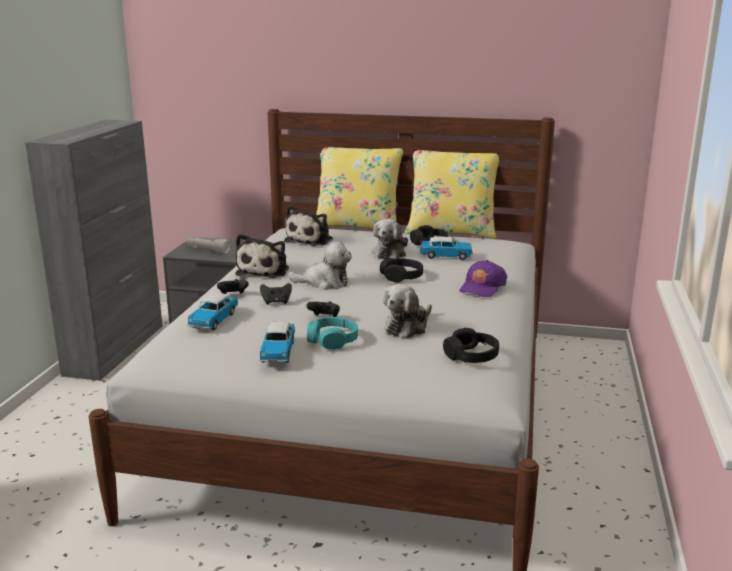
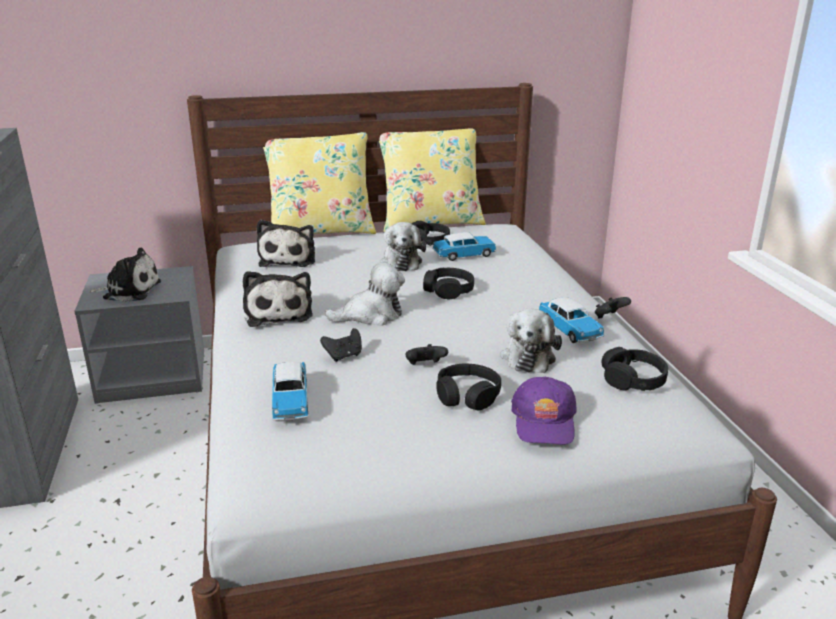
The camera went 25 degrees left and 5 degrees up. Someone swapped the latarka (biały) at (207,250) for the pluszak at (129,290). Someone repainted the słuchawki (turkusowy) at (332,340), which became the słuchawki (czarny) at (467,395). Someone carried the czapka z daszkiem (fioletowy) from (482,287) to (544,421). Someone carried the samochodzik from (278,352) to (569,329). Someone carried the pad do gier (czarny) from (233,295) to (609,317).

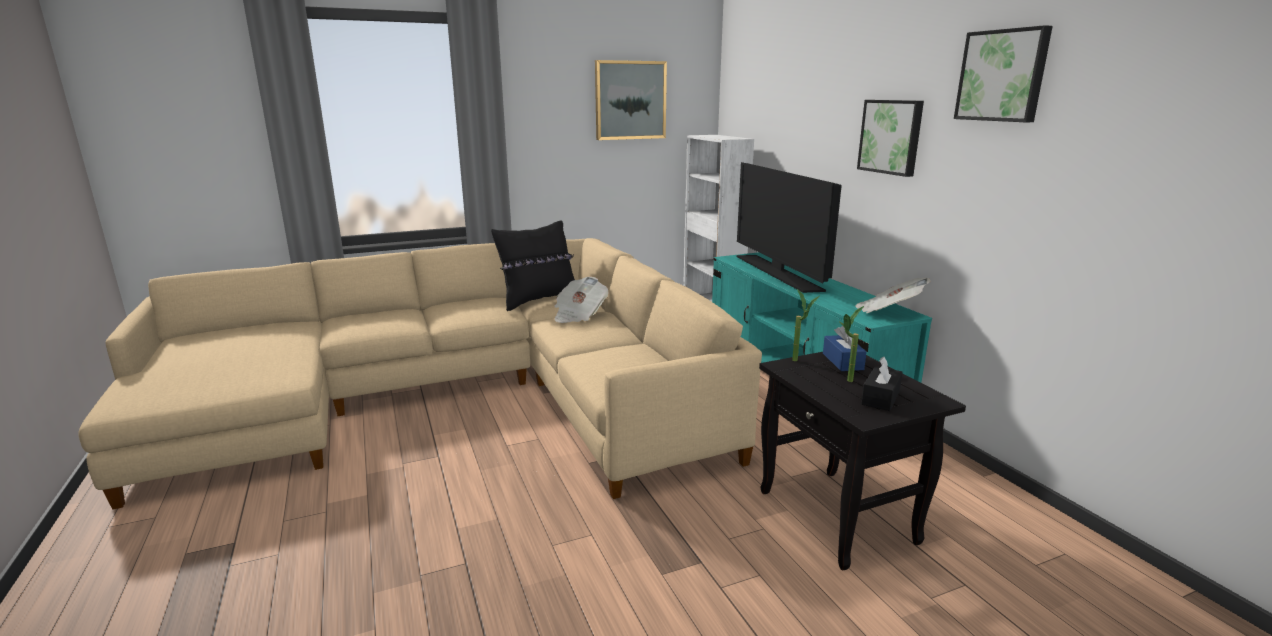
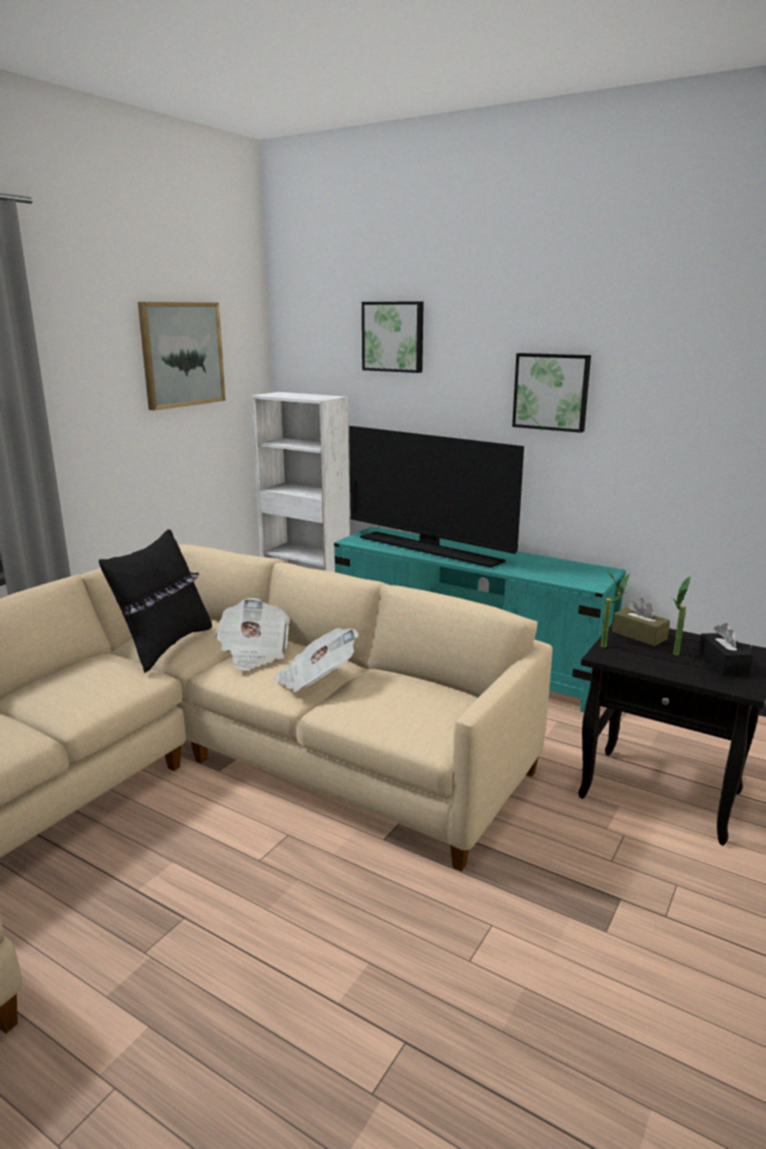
The camera went 35 degrees left and 0 degrees up. Someone carried the gazeta from (888,312) to (316,679). Someone carried the obraz from (1003,76) to (394,336). Someone repainted the pudełko chusteczek (niebieski) at (842,361), which became the pudełko chusteczek (brązowy) at (639,635).

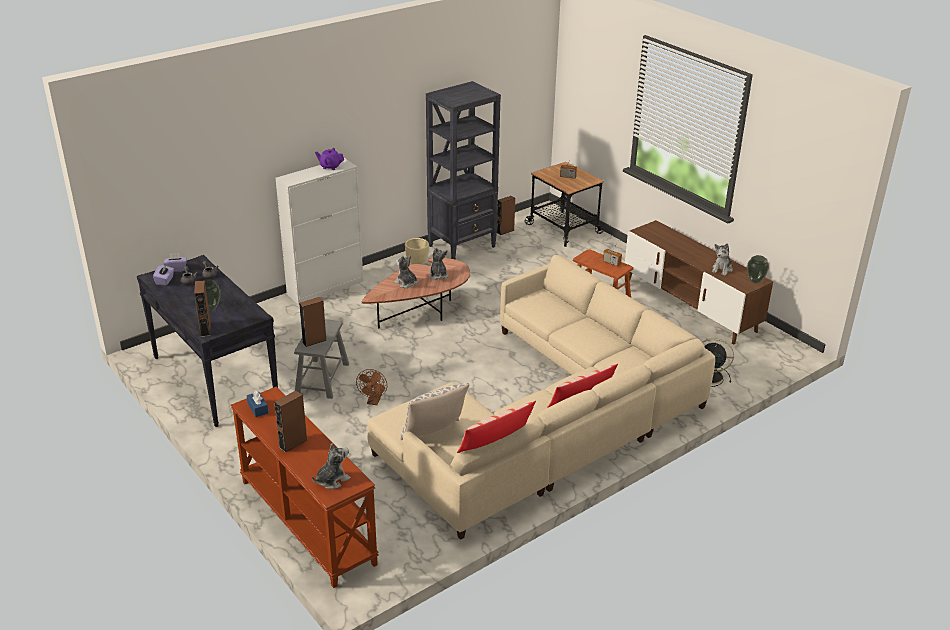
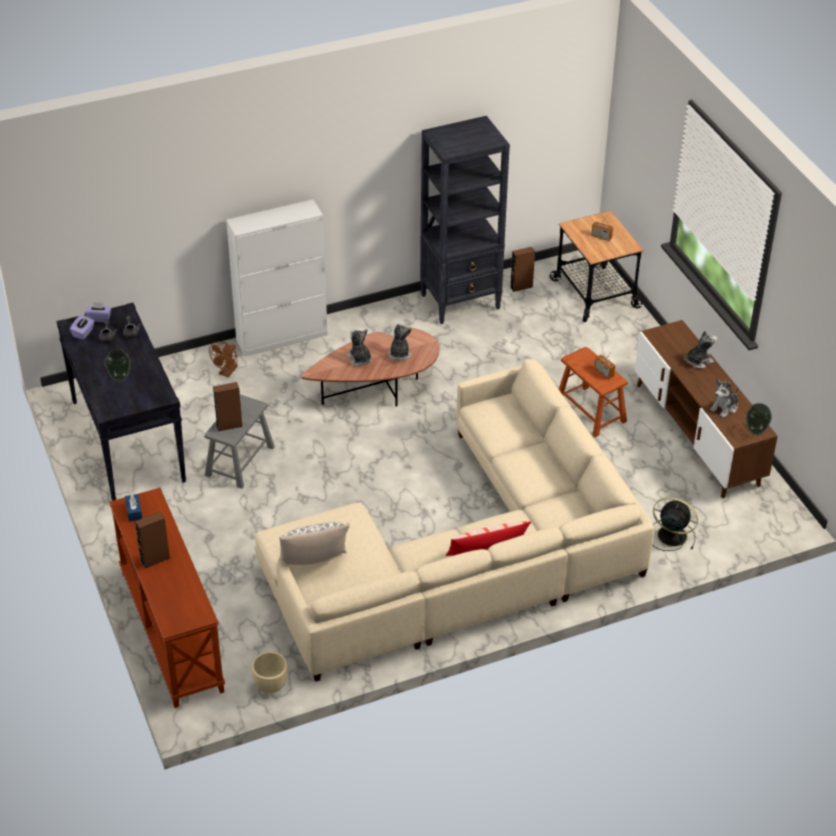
The camera went 15 degrees right and 10 degrees up. Someone carried the wentylator (brązowy) from (374,401) to (227,372). Someone carried the donica (beżowy) from (417,263) to (271,686). Someone carried the pluszak from (332,480) to (698,361). Someone took away the głośnik (brązowy) at (205,329). Someone took away the imbryk (fioletowy) at (330,166). Someone took away the poduszka at (495,441).

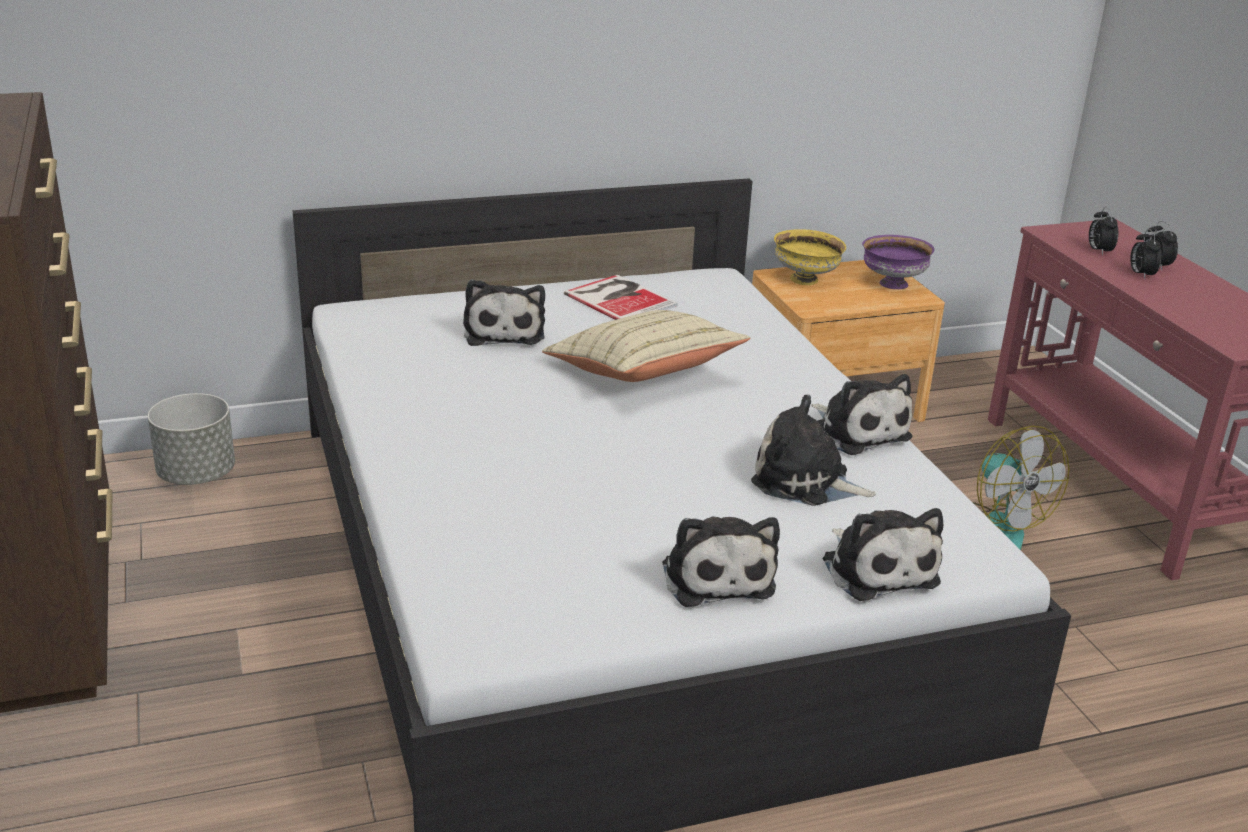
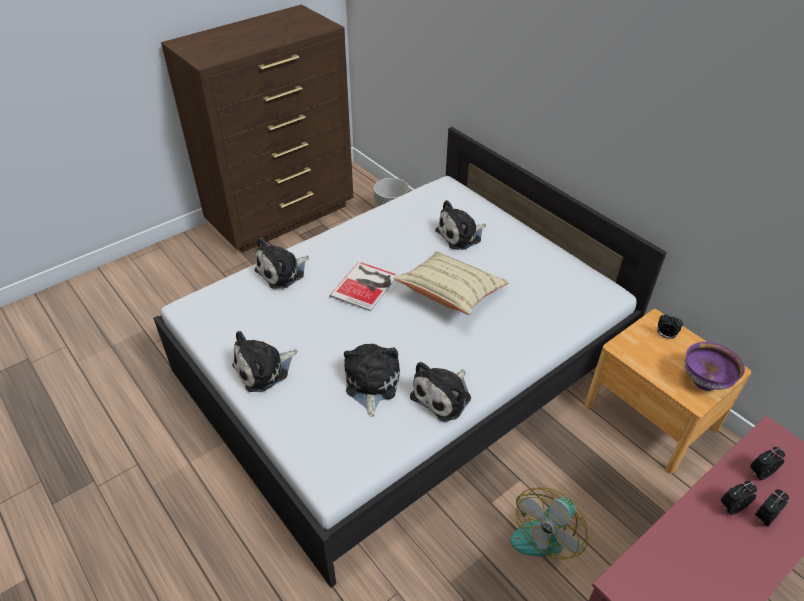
The camera went 70 degrees right and 15 degrees up. Someone carried the pluszak from (877,569) to (282,272). Someone carried the książka from (620,298) to (366,285). Someone swapped the miska (żółty) at (805,279) for the budzik at (665,336).

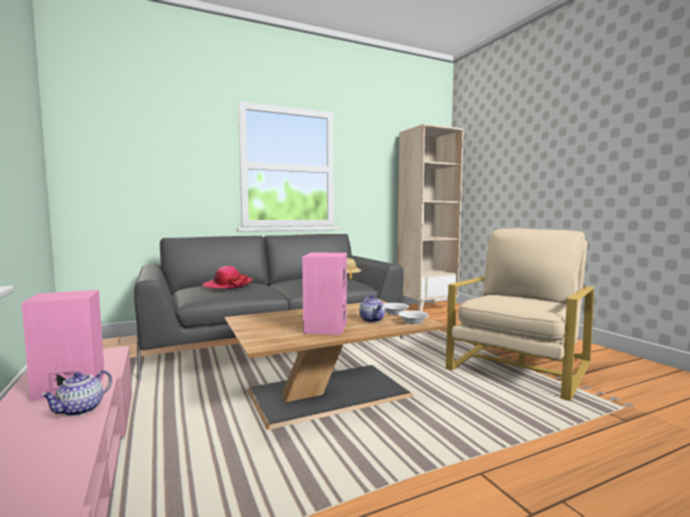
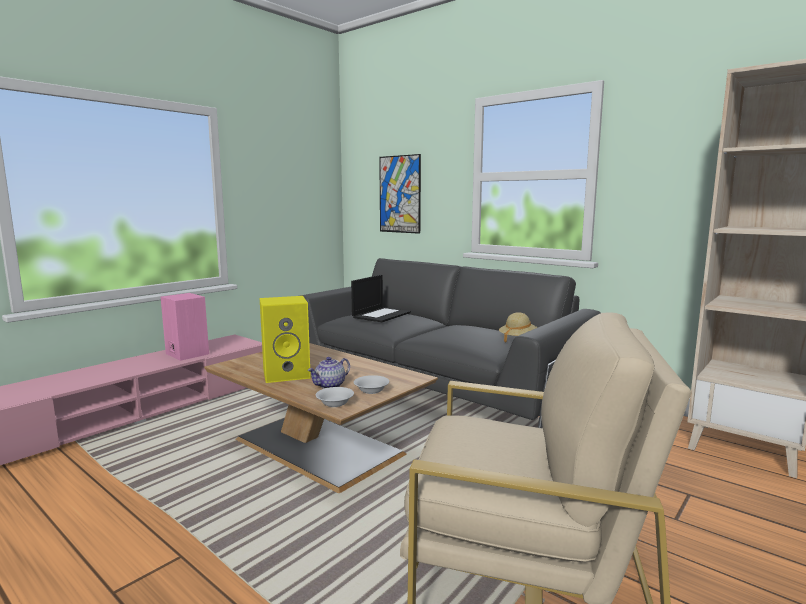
The camera went 65 degrees right and 5 degrees up. Someone repainted the głośnik (różowy) at (325,327), which became the głośnik (żółty) at (287,374). Someone swapped the kapelusz at (227,285) for the laptop at (381,315). Someone put up the obraz at (400,194). Someone took away the imbryk at (80,410).

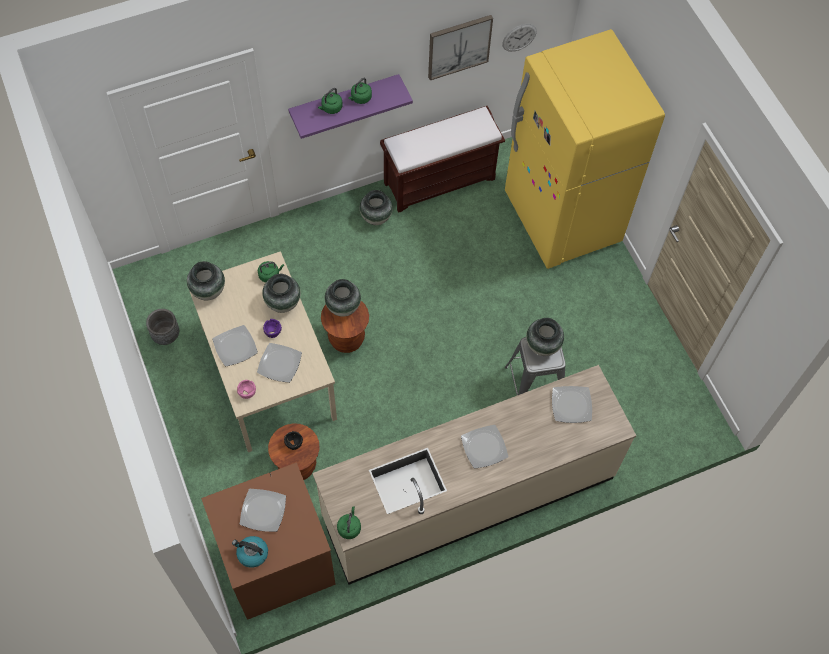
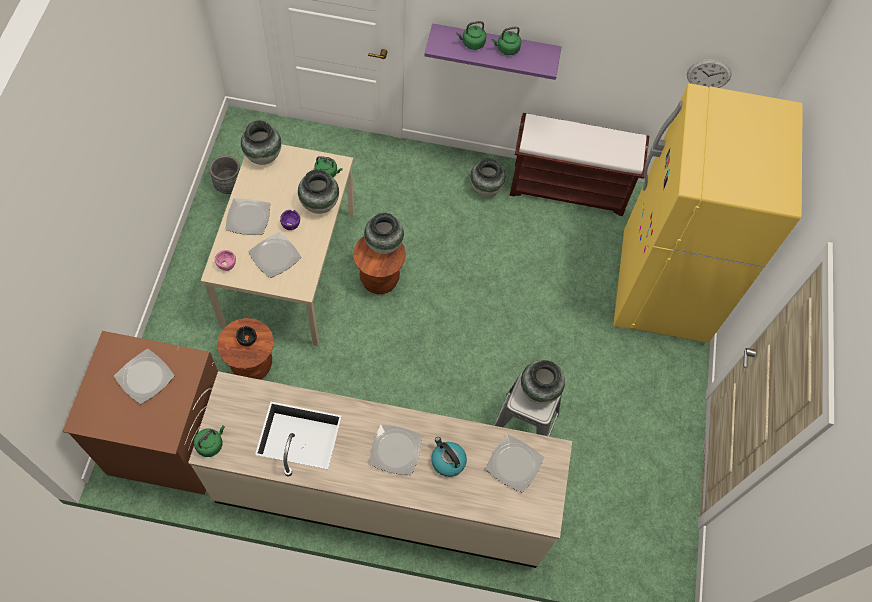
The camera went 30 degrees right and 0 degrees up. Someone carried the czajnik from (252,553) to (447,461). Someone took away the obraz at (459,46).

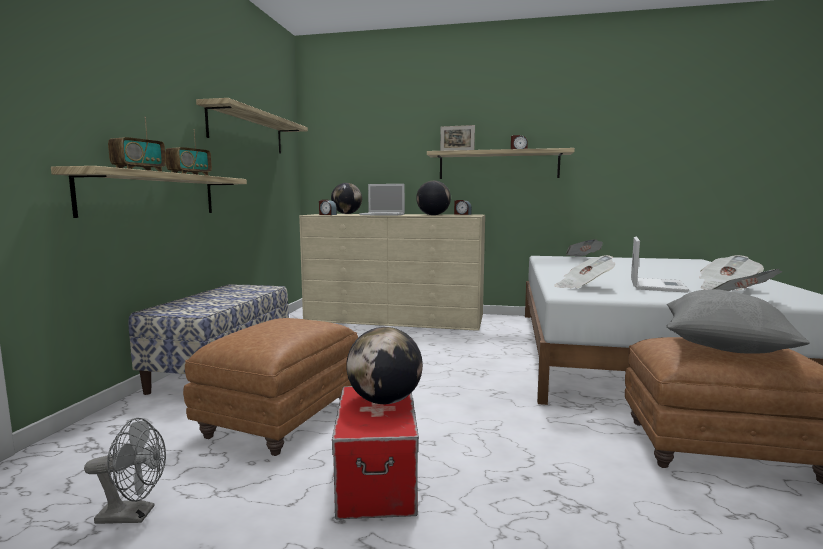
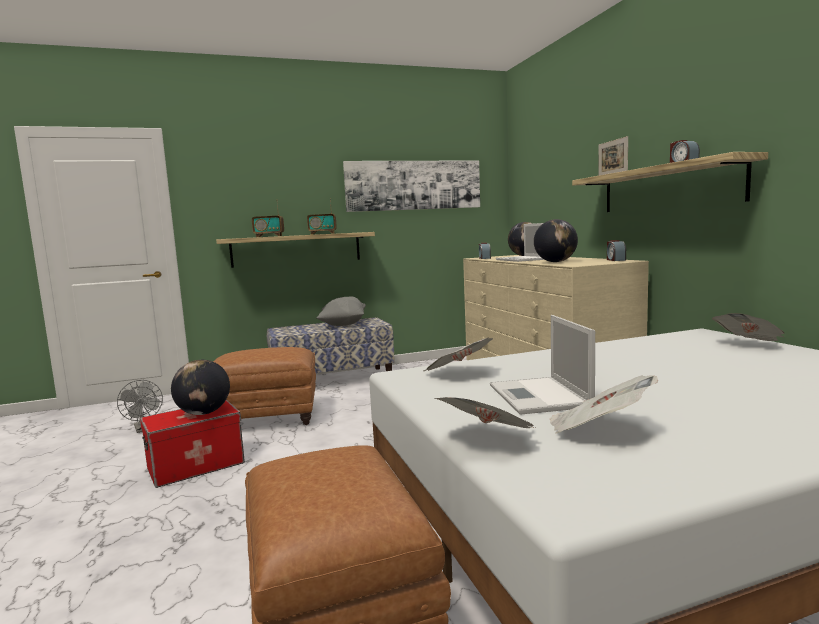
The camera went 60 degrees right and 0 degrees up. Someone carried the poduszka (szary) from (724,348) to (343,324). Someone swapped the półka at (247,131) for the obraz at (414,185). Someone rotated the laptop at (656,285) by 90 degrees clockwise.

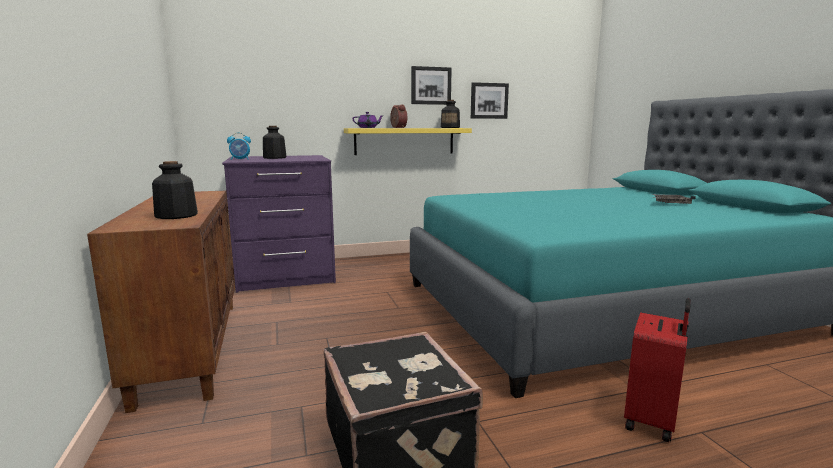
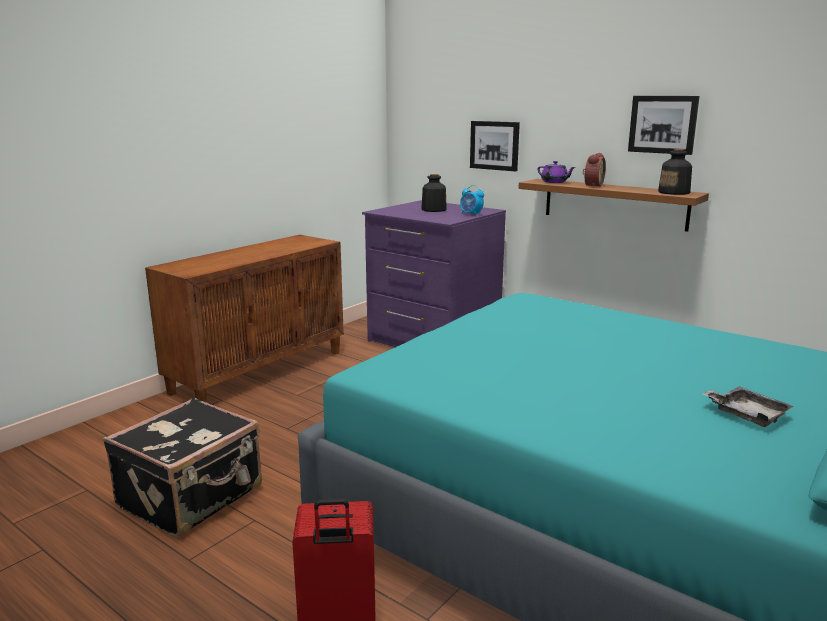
The camera went 55 degrees right and 5 degrees up. Someone carried the budzik from (240,159) to (471,214). Someone carried the obraz from (489,101) to (495,145). Someone repainted the półka (żółty) at (404,141), which became the półka (brązowy) at (614,204). Someone took away the butelka at (176,215).

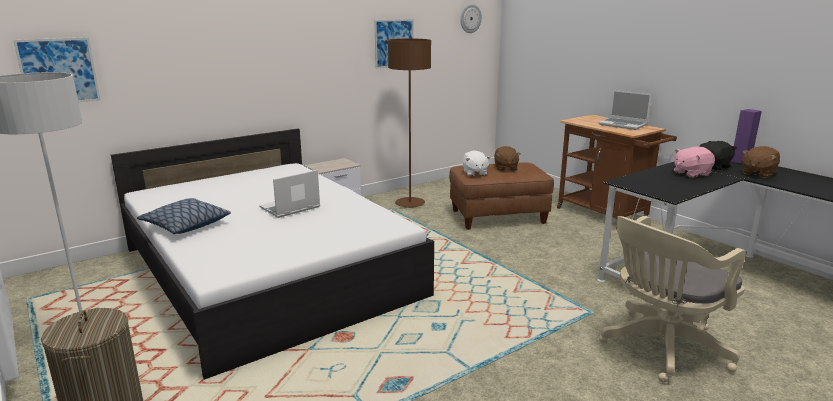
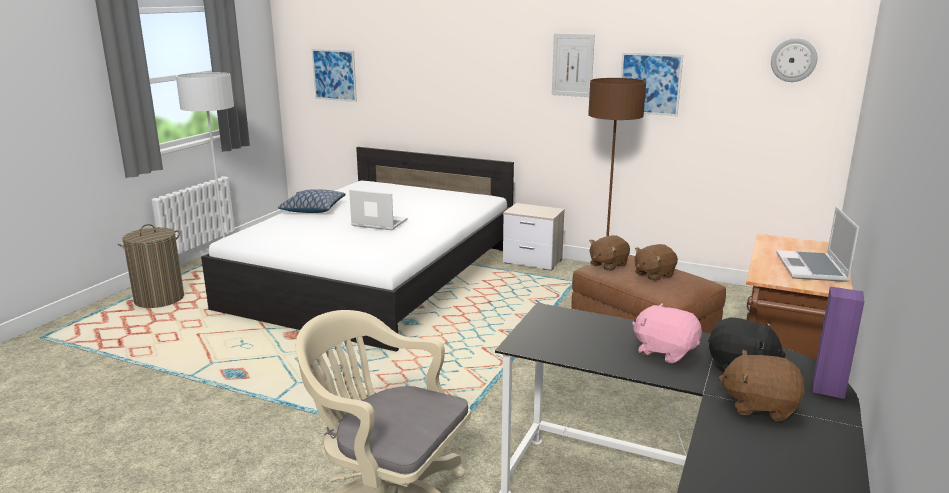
The camera went 60 degrees right and 0 degrees up. Someone put up the obraz at (572,65). Someone repainted the pluszak (biały) at (474,173), which became the pluszak (brązowy) at (607,265).

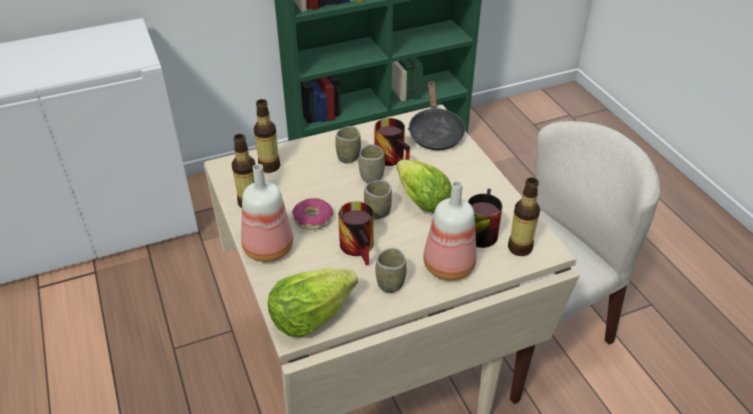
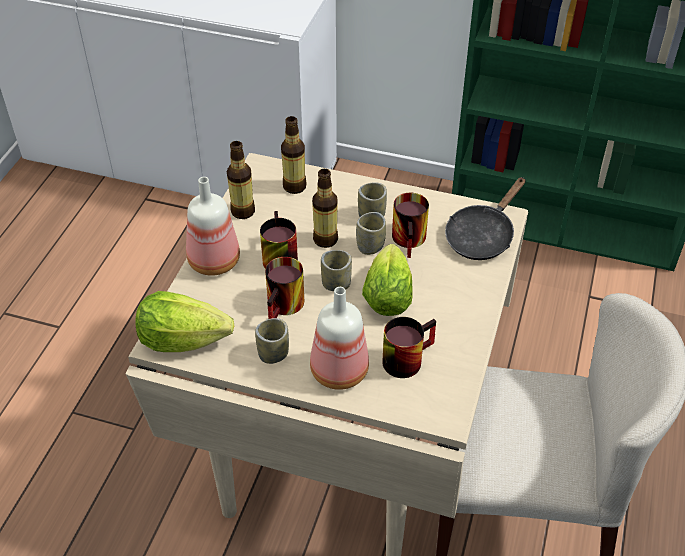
The camera went 40 degrees right and 5 degrees up. Someone swapped the donut at (313,219) for the kubek at (276,257). Someone carried the butelka from (519,248) to (325,239).

